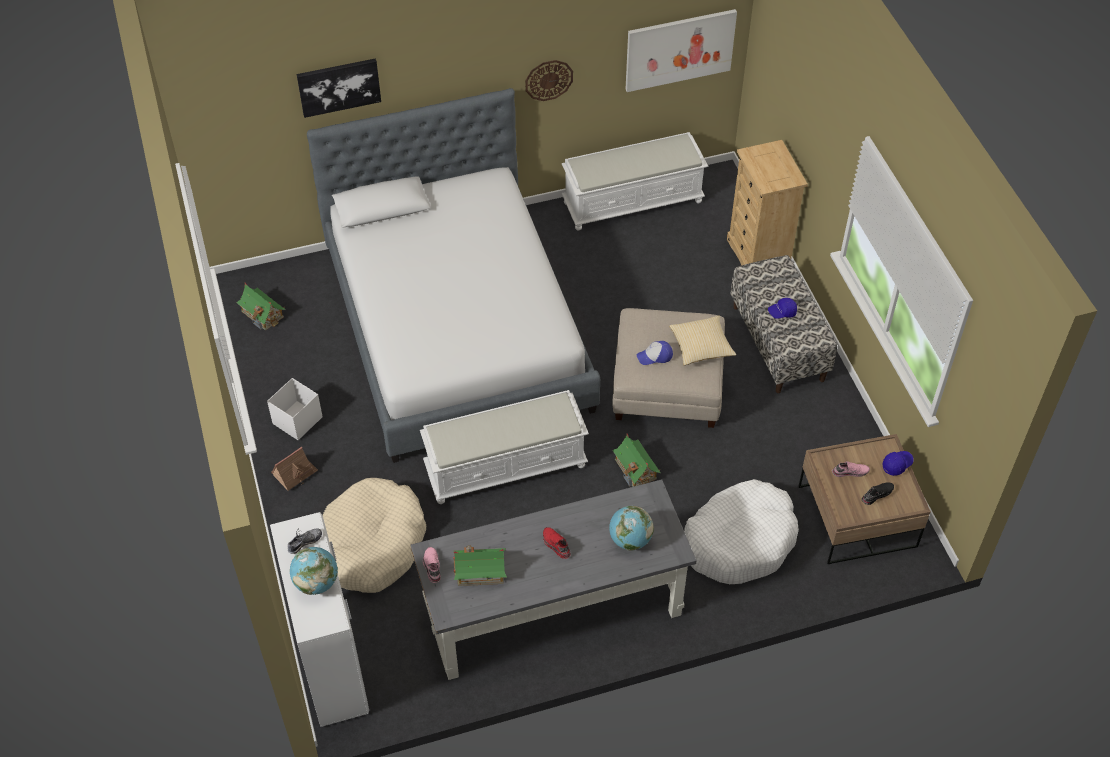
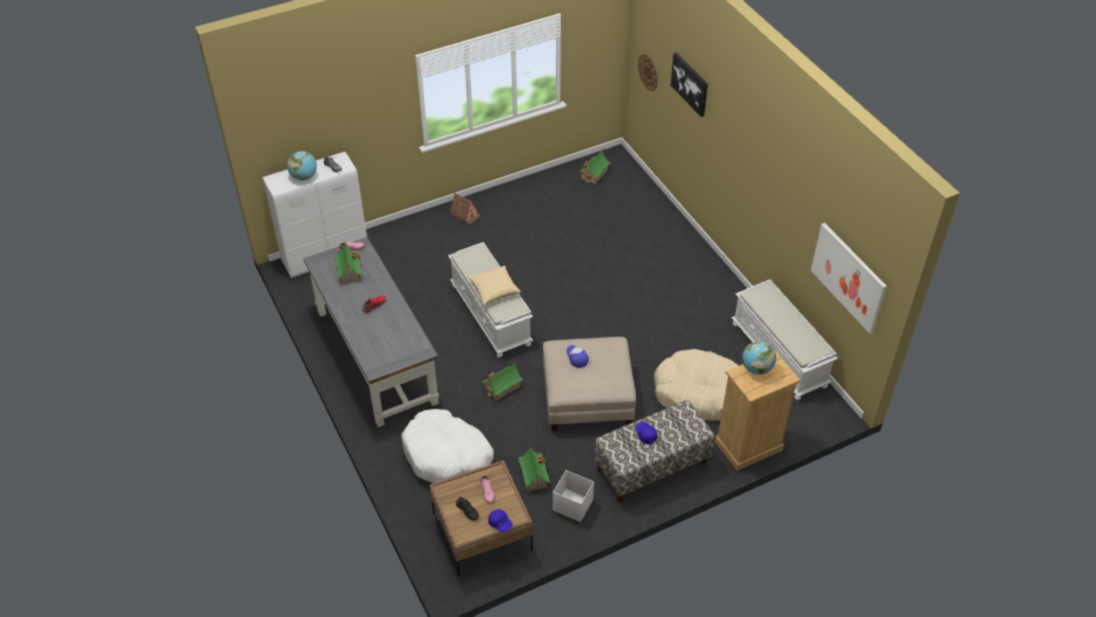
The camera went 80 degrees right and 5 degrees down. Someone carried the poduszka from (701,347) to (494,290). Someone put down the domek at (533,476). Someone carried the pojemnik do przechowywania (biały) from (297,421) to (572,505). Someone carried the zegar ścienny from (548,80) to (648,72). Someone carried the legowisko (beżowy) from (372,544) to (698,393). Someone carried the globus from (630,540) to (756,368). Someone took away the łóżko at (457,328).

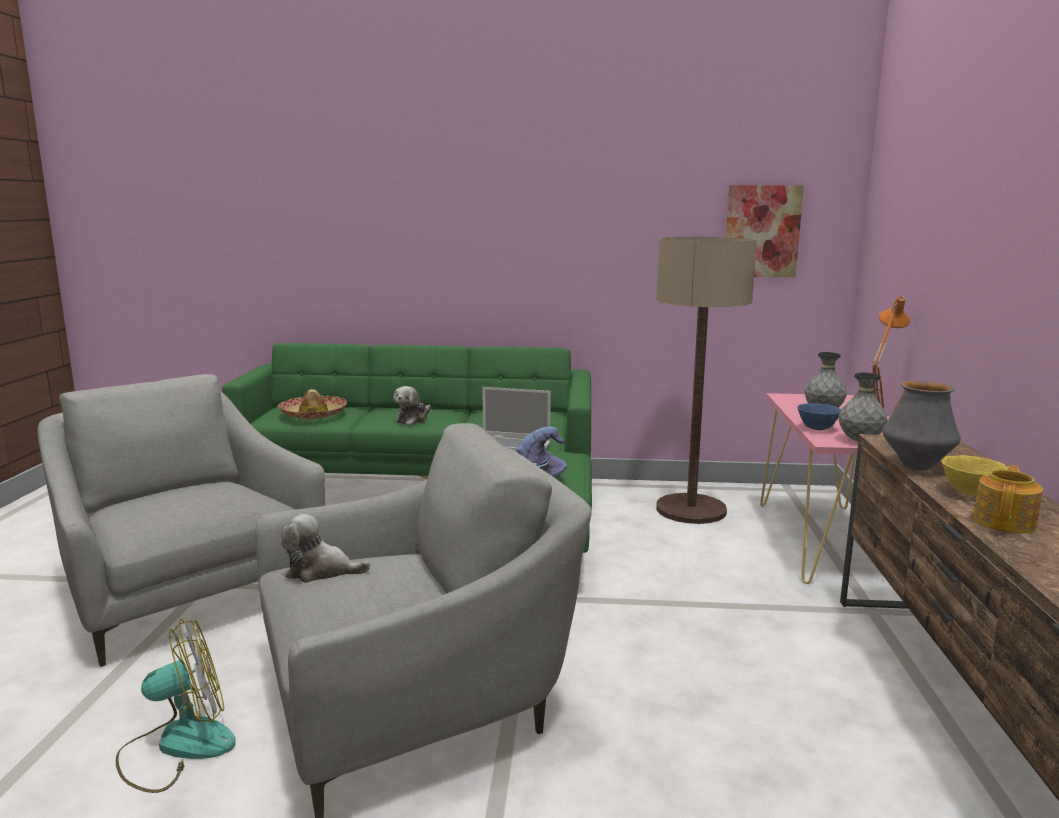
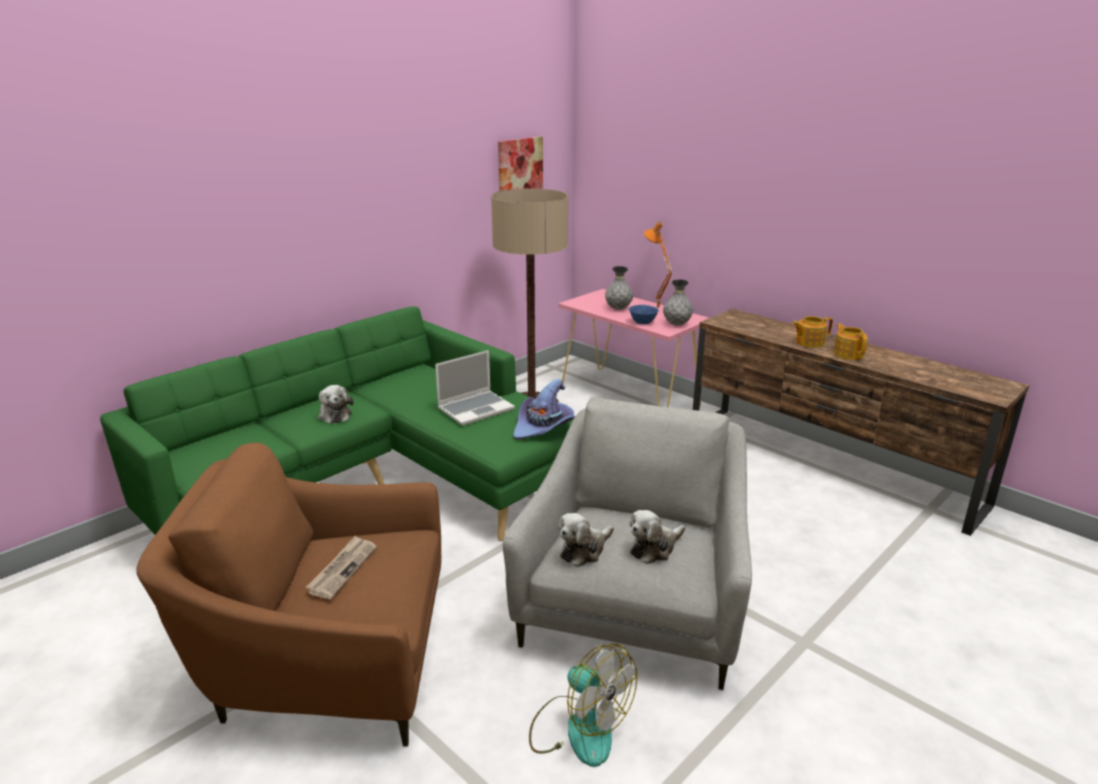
The camera went 50 degrees left and 10 degrees up. Someone repainted the fotel (szary) at (185,590), which became the fotel (brązowy) at (327,661). Someone put down the gazeta at (342,569). Someone rotated the wentylator at (177,746) by 120 degrees clockwise. Someone put down the pluszak at (654,548). Someone swapped the miska (żółty) at (971,493) for the imbryk at (809,342). Someone took away the kapelusz at (313,414). Someone took away the wazon at (916,466).

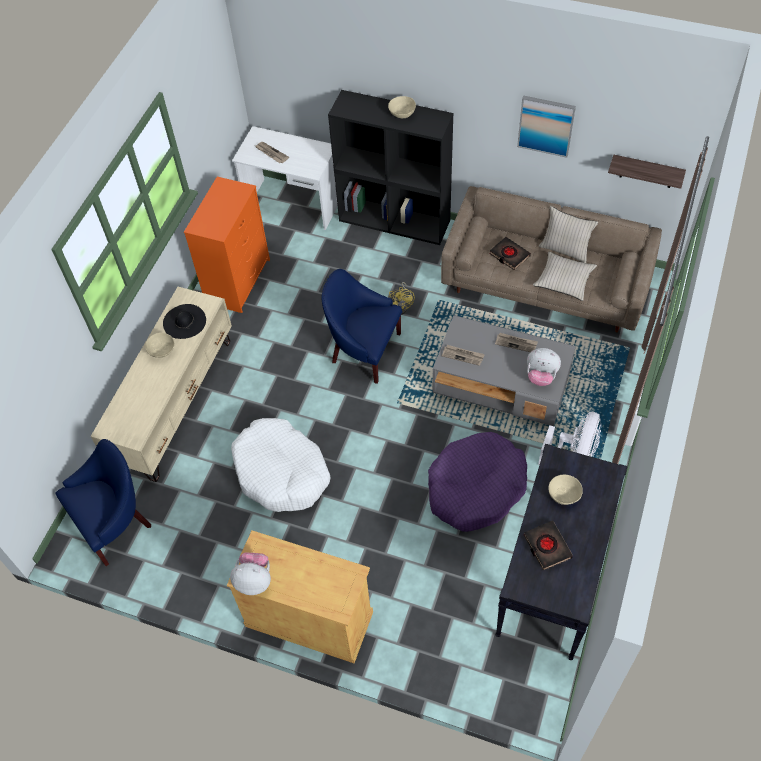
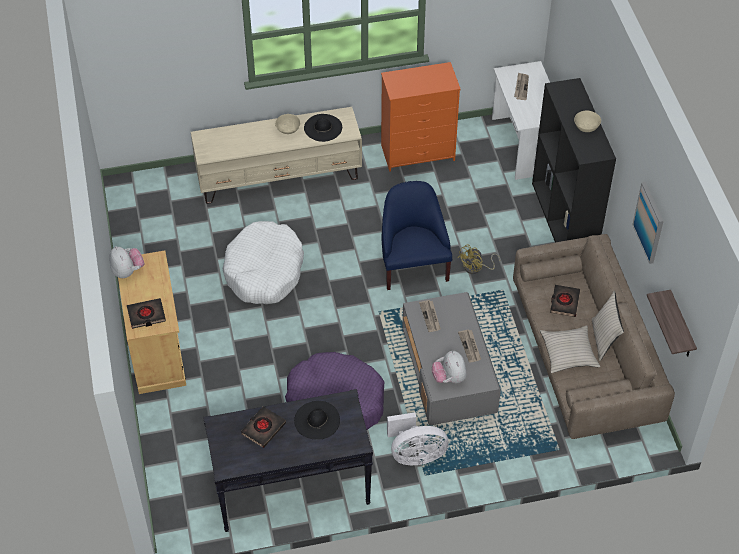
The camera went 55 degrees right and 5 degrees down. Someone put down the książka (czarny) at (146,315). Someone swapped the miska (beżowy) at (563,494) for the kapelusz (czarny) at (317,420). Someone took away the fotel (niebieski) at (114,522).

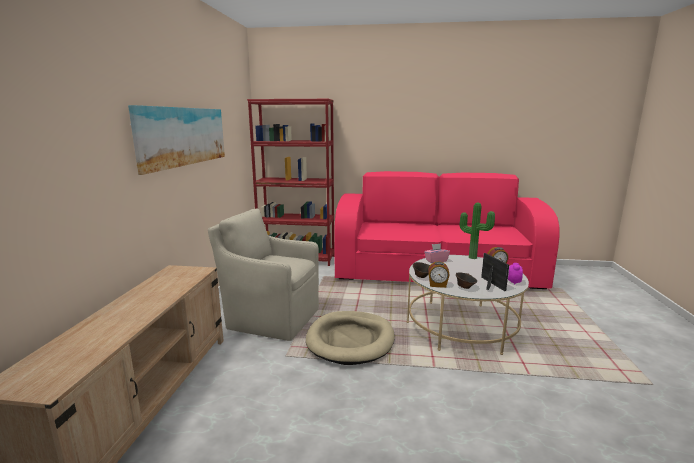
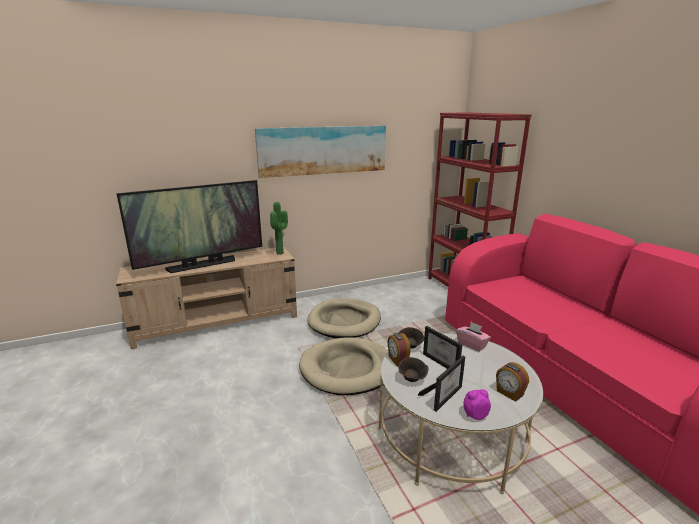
The camera went 60 degrees right and 5 degrees up. Someone put down the telewizor at (202,264). Someone carried the roślina doniczkowa from (473,257) to (281,253). Someone swapped the fotel (beżowy) at (271,318) for the legowisko (beżowy) at (344,321). Someone put down the ramka na zdjęcie at (444,362).

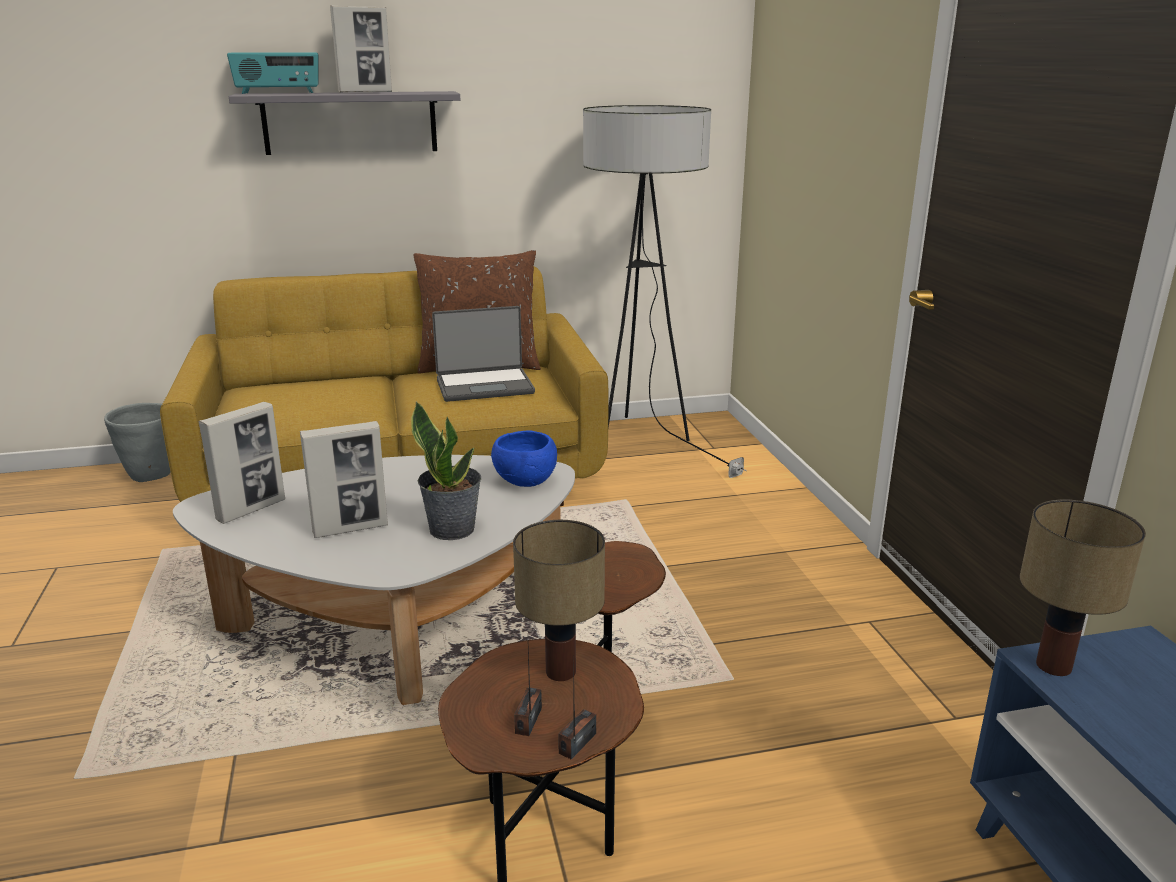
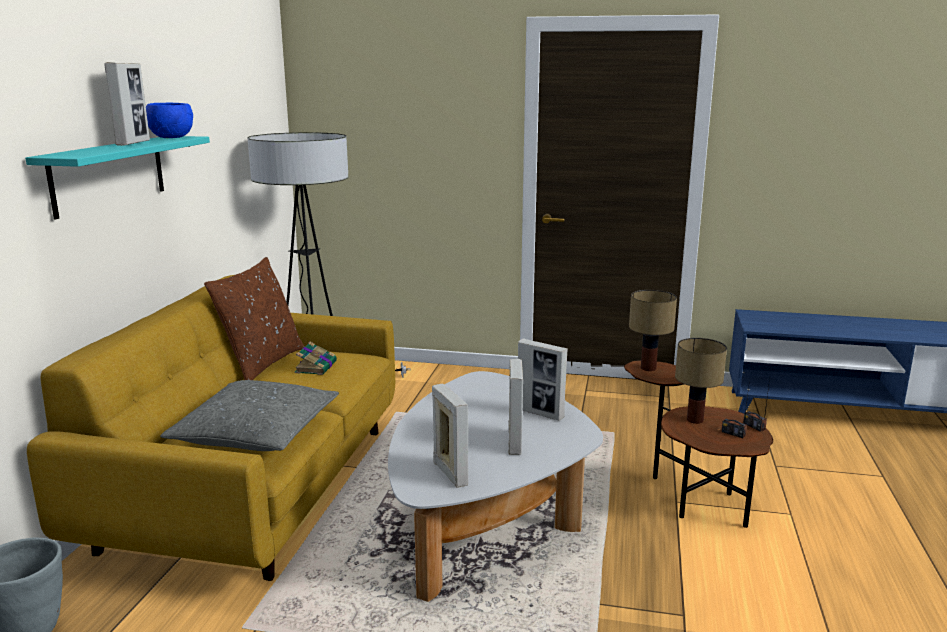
The camera went 65 degrees left and 5 degrees down. Someone repainted the półka (szary) at (350,122), which became the półka (turkusowy) at (109,174). Someone carried the miska (niebieski) from (526,482) to (172,137). Someone put down the poduszka (szary) at (256,432). Someone swapped the laptop at (484,386) for the książka at (316,367). Someone swapped the roślina doniczkowa at (452,529) for the ramka na zdjęcie at (540,413). Someone carried the lampa stołowa from (1052,667) to (648,368). Someone took away the radio at (278,93).

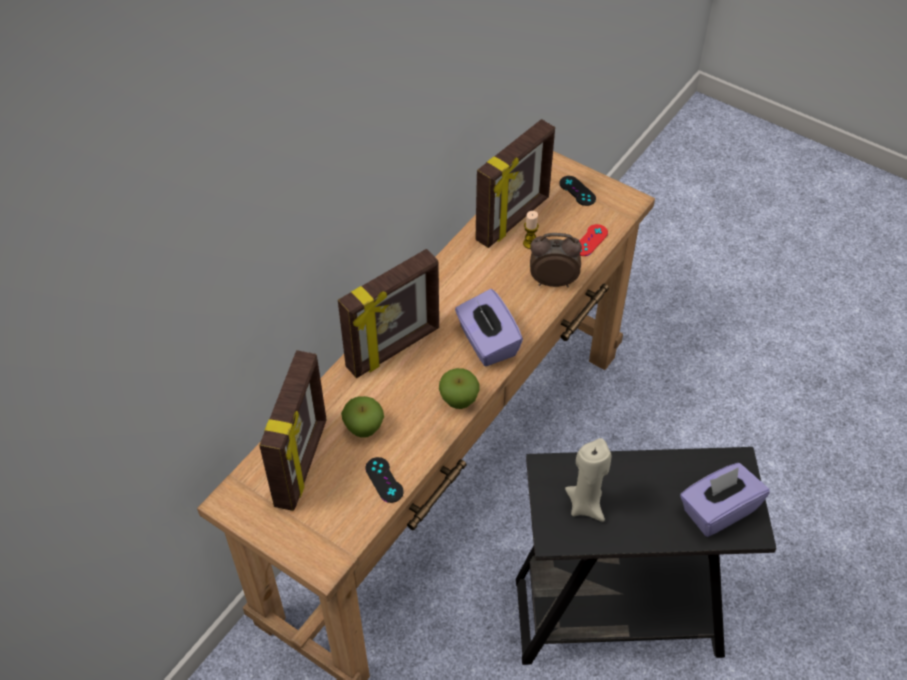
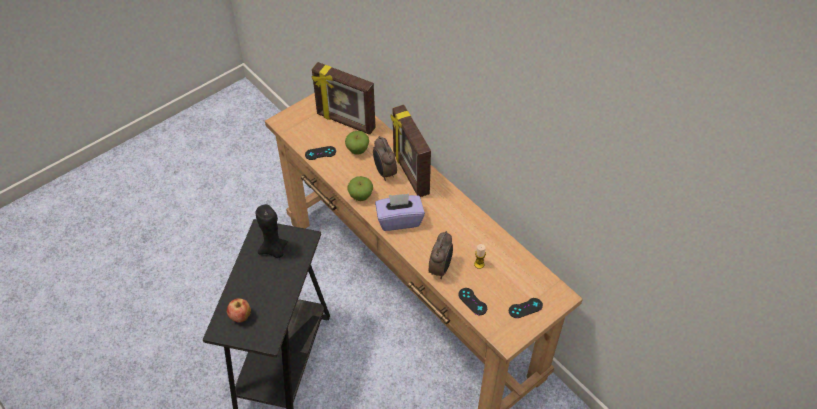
The camera went 105 degrees right and 0 degrees up. Someone swapped the pudełko chusteczek (fioletowy) at (718,510) for the jabłko at (240,317). Someone repainted the świeca (beżowy) at (586,504), which became the świeca (czarny) at (274,250). Someone put down the budzik at (384,172). Someone repainted the pad do gier (czerwony) at (590,240), which became the pad do gier (czarny) at (472,301). Someone took away the ramka na zdjęcie at (514,220).

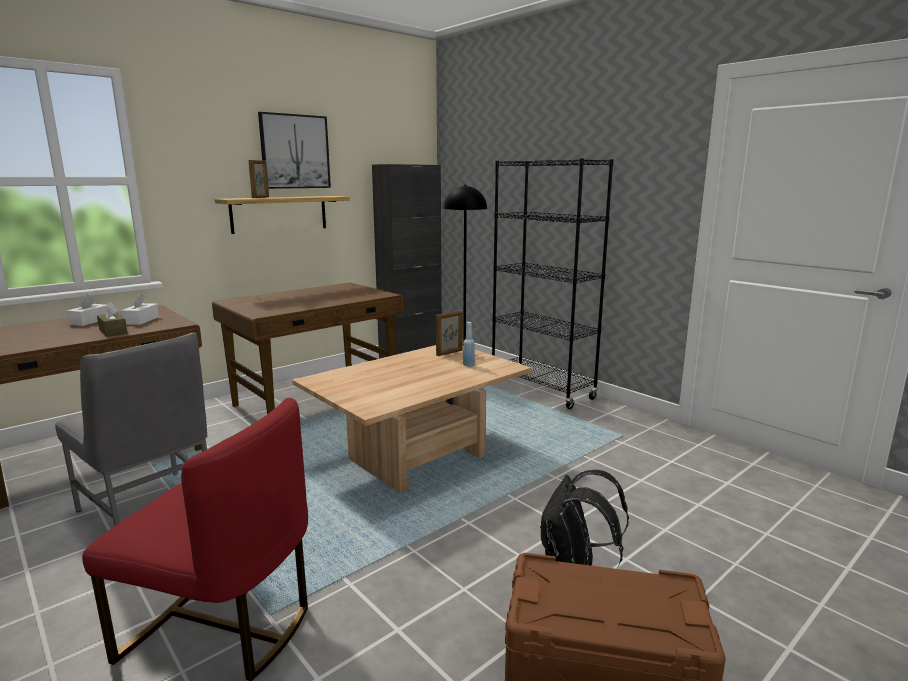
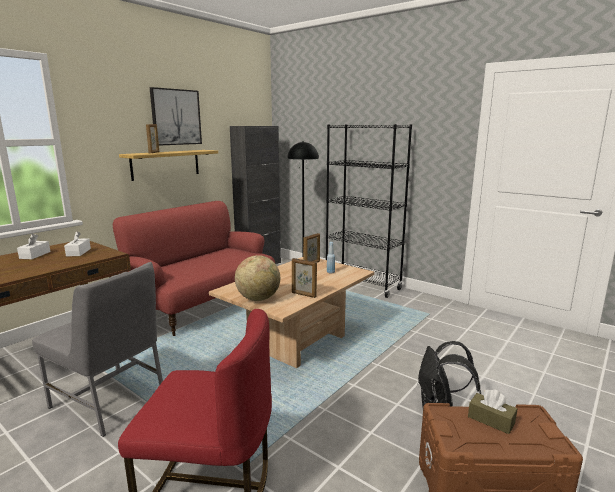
The camera went 10 degrees left and 0 degrees up. Someone swapped the biurko (brązowy) at (317,402) for the kanapa (czerwony) at (204,305). Someone put down the globus at (258,298). Someone put down the ramka na zdjęcie at (303,295). Someone carried the pudełko chusteczek (brązowy) from (113,331) to (491,420).

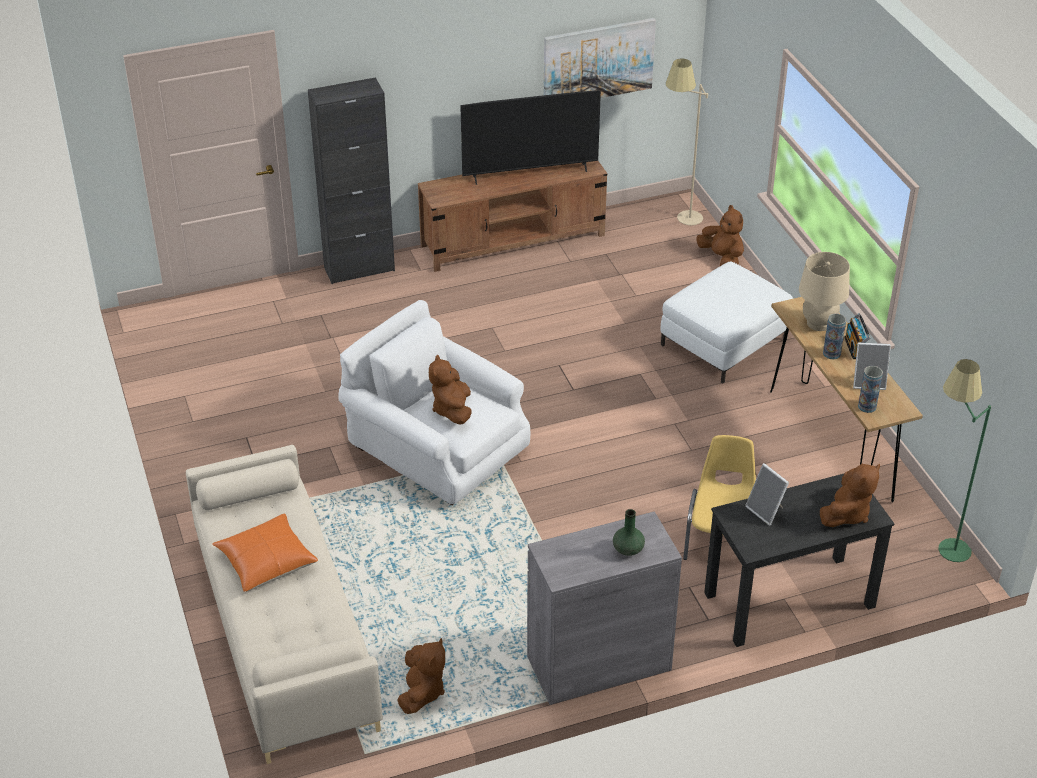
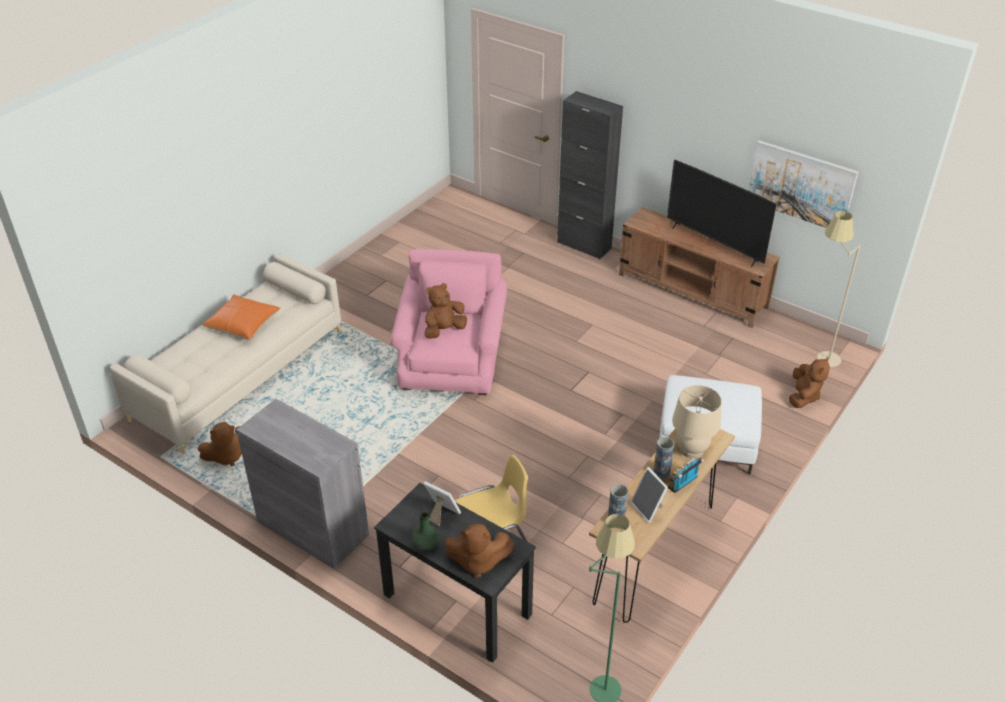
The camera went 55 degrees right and 0 degrees up. Someone repainted the fotel (biały) at (438,447), which became the fotel (różowy) at (451,358). Someone carried the wazon (zielony) from (628,549) to (425,544). Someone rotated the ramka na zdjęcie at (766,511) by 105 degrees clockwise.

